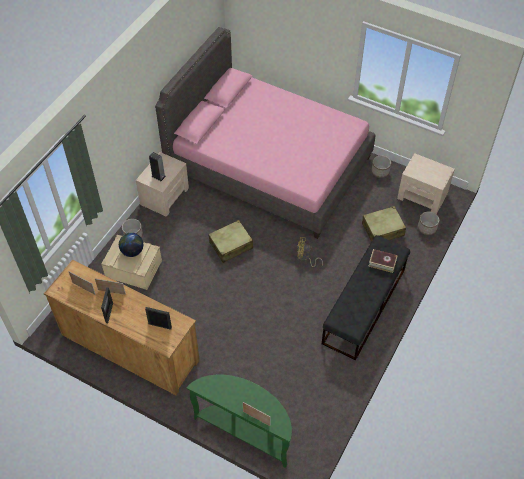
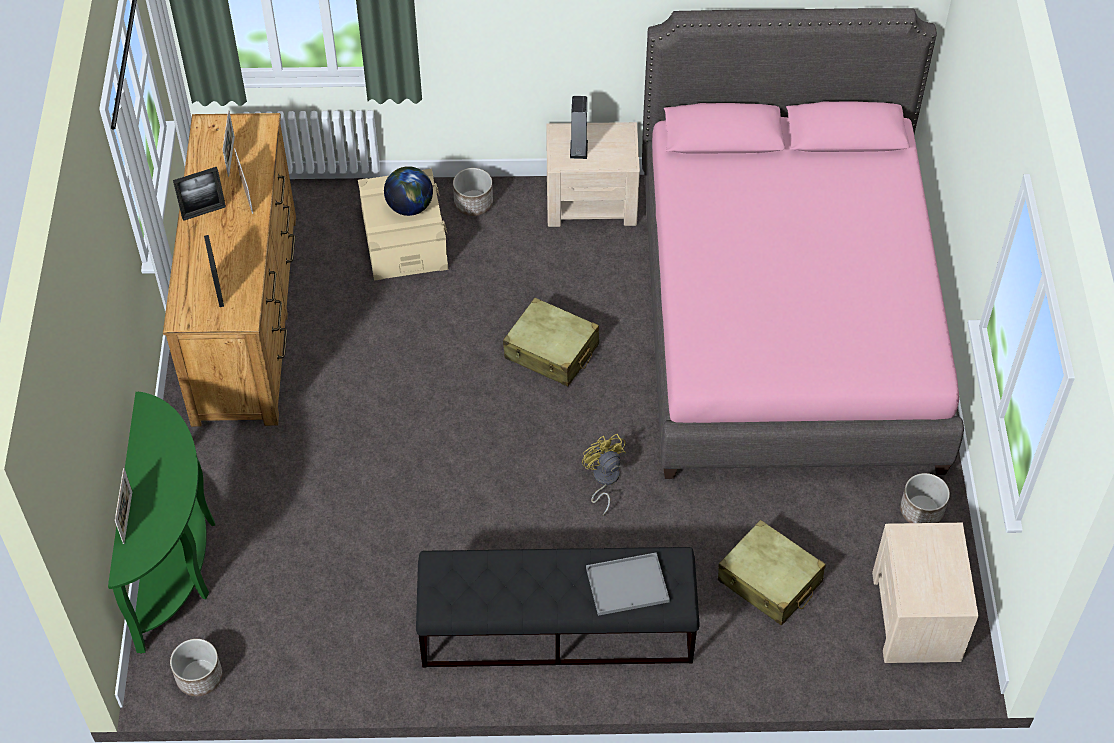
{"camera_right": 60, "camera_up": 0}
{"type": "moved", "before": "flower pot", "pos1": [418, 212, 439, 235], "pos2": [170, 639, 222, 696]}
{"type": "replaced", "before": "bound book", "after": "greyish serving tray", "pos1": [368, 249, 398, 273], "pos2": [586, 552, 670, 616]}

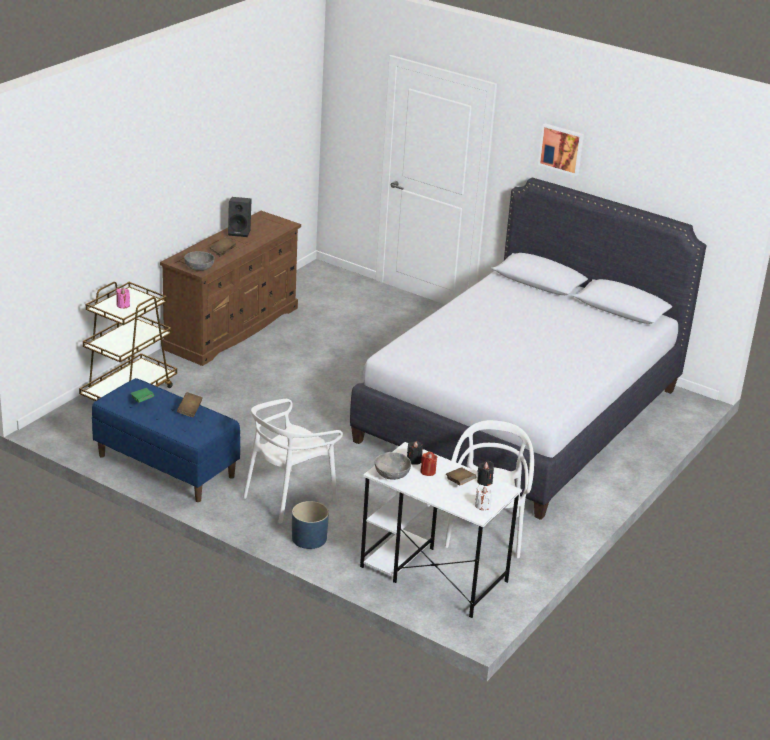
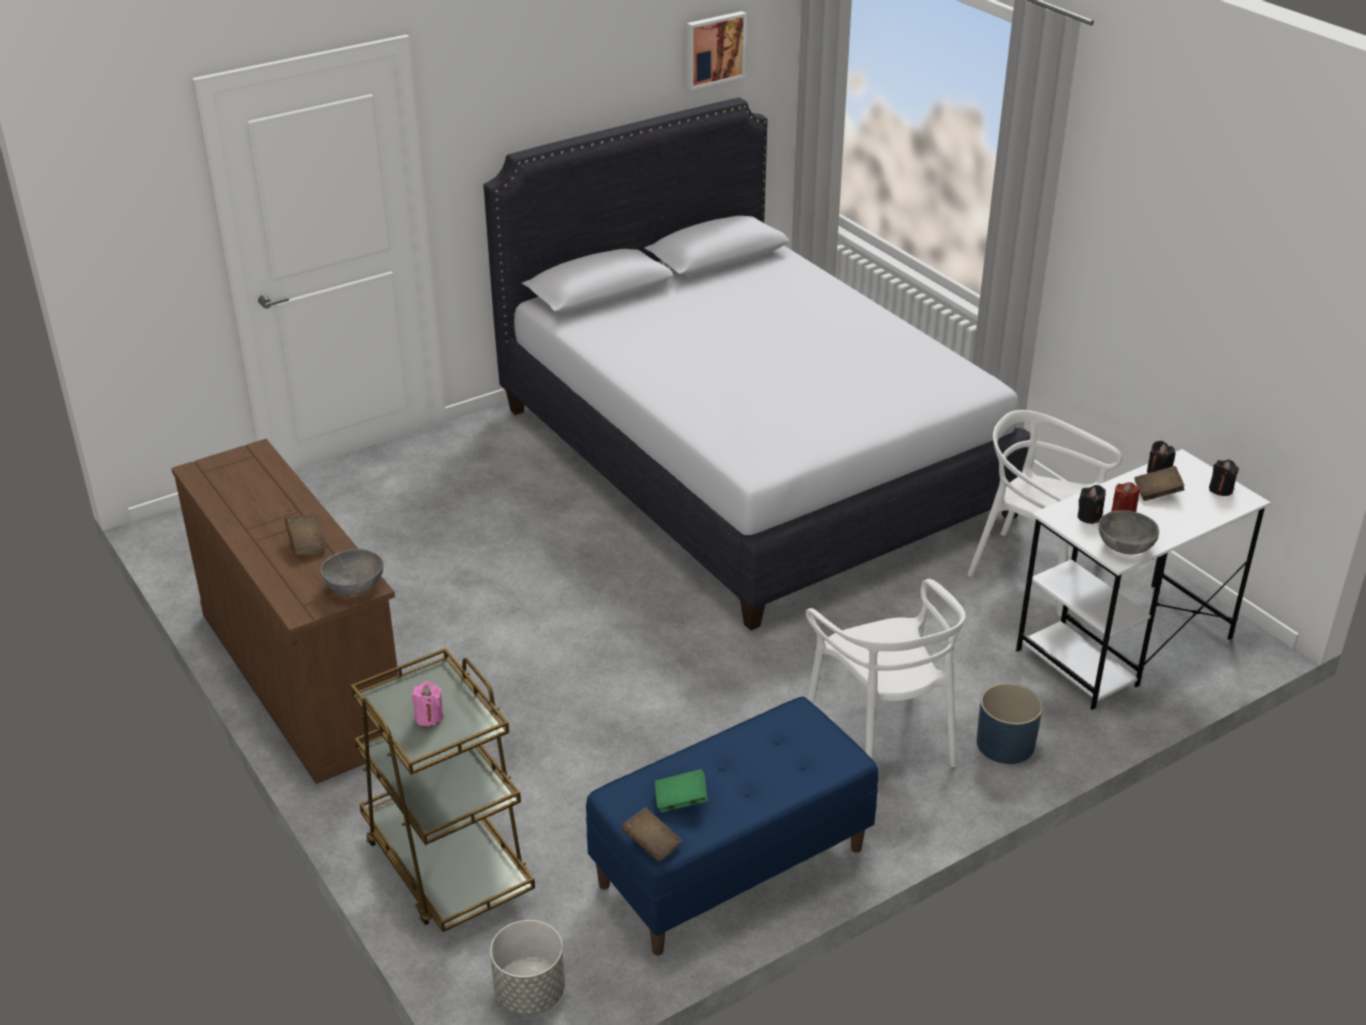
{"camera_right": -65, "camera_up": 5}
{"type": "added", "after": "greyish flower pot", "pos2": [490, 920, 565, 1015]}
{"type": "moved", "before": "brownish bound book", "pos1": [177, 392, 203, 417], "pos2": [621, 807, 682, 862]}
{"type": "moved", "before": "wall art", "pos1": [538, 123, 584, 176], "pos2": [687, 11, 747, 90]}
{"type": "recoloured", "before": "white-coloured wax candle", "after": "blackish wax candle", "pos1": [475, 485, 492, 510], "pos2": [1209, 460, 1239, 496]}
{"type": "removed", "before": "blackish speaker", "pos1": [228, 197, 252, 237]}

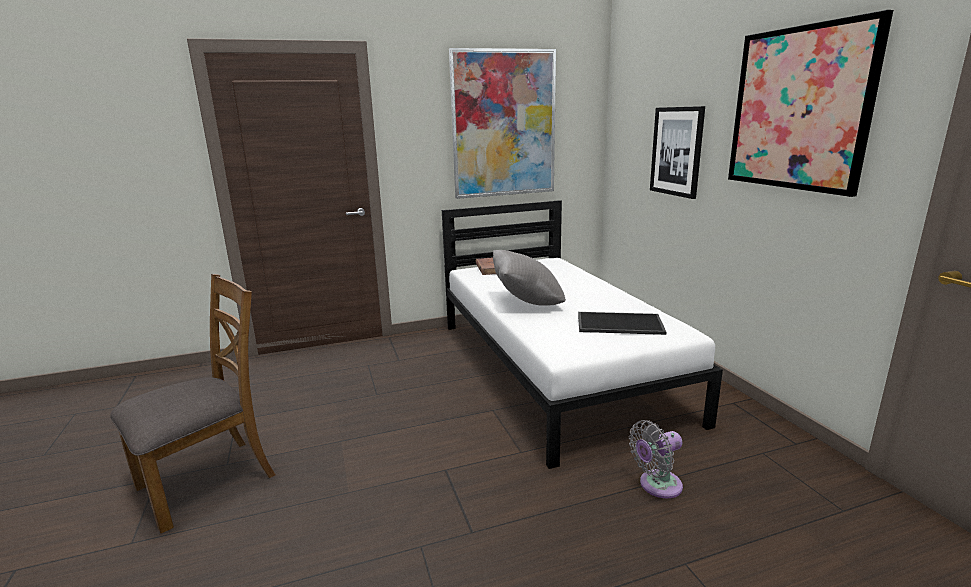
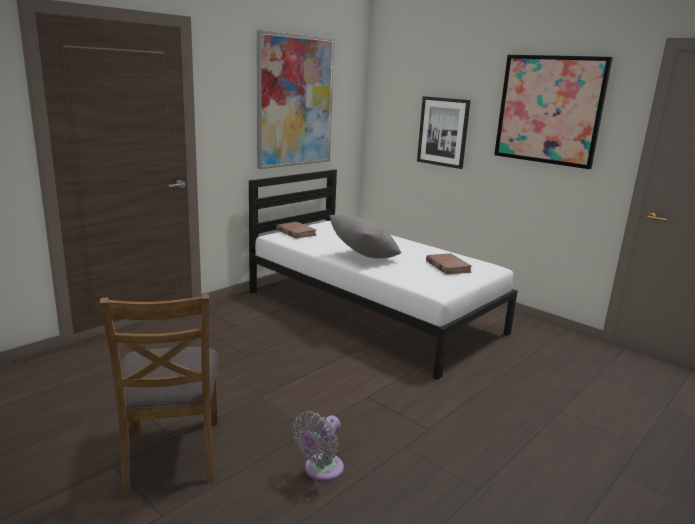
{"camera_right": -30, "camera_up": 0}
{"type": "turned", "before": "brownish chair", "pos1": [110, 274, 276, 534], "pos2": [100, 293, 218, 494], "turn": 150}
{"type": "moved", "before": "greyish fan", "pos1": [629, 420, 683, 498], "pos2": [292, 411, 344, 481]}
{"type": "replaced", "before": "serving tray", "after": "brownish bound book", "pos1": [578, 312, 666, 335], "pos2": [426, 253, 472, 275]}

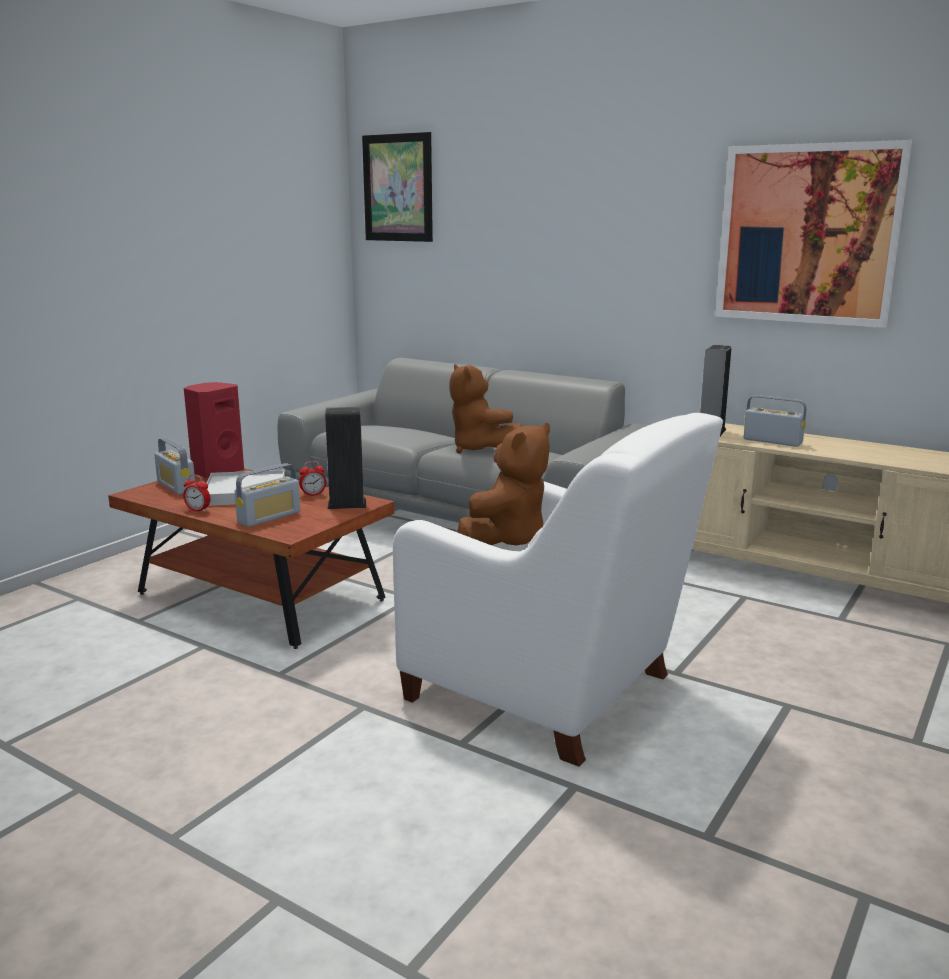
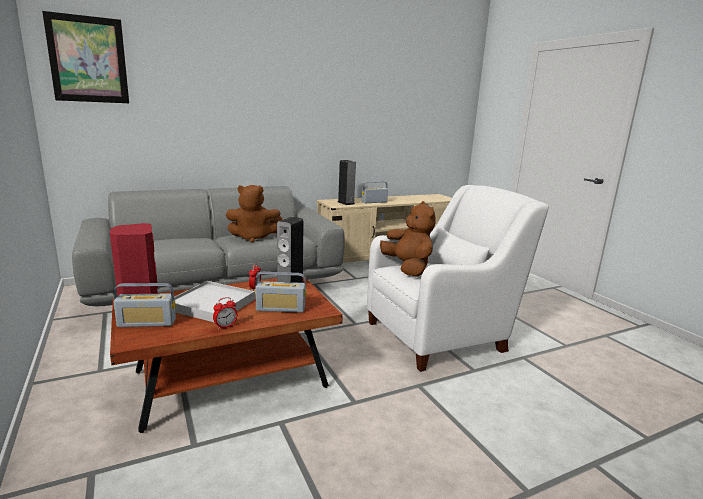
{"camera_right": -60, "camera_up": 0}
{"type": "turned", "before": "radio receiver", "pos1": [235, 463, 300, 527], "pos2": [255, 272, 307, 313], "turn": 105}
{"type": "removed", "before": "wall art", "pos1": [715, 140, 914, 328]}

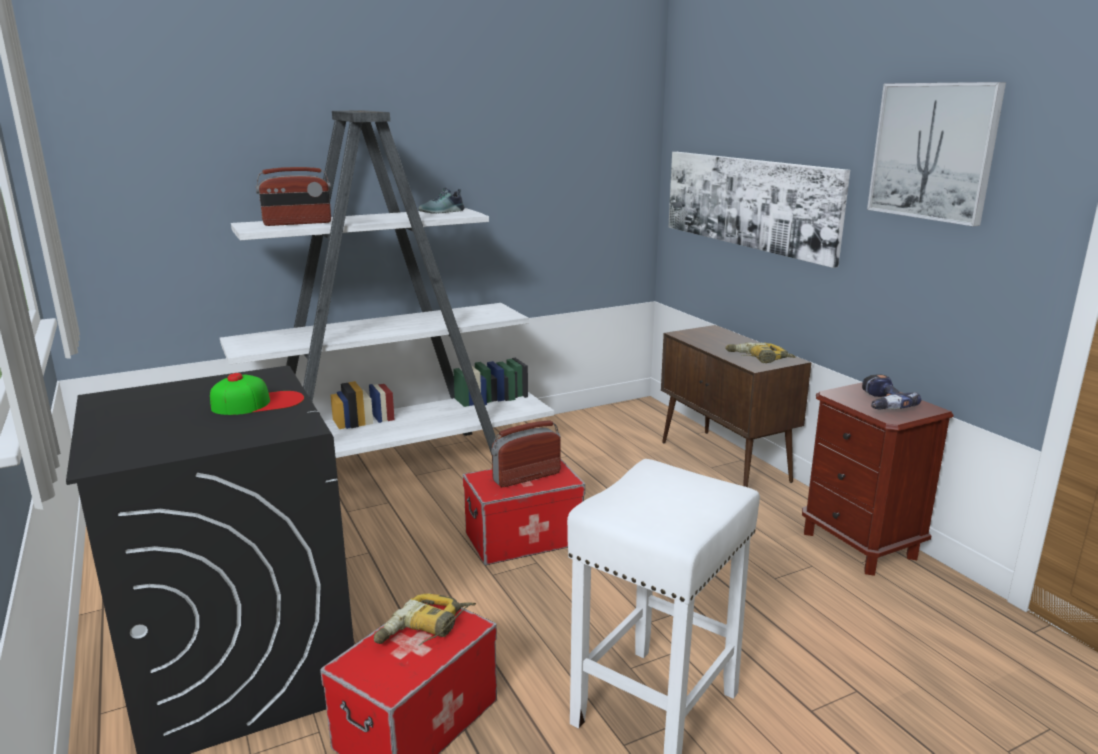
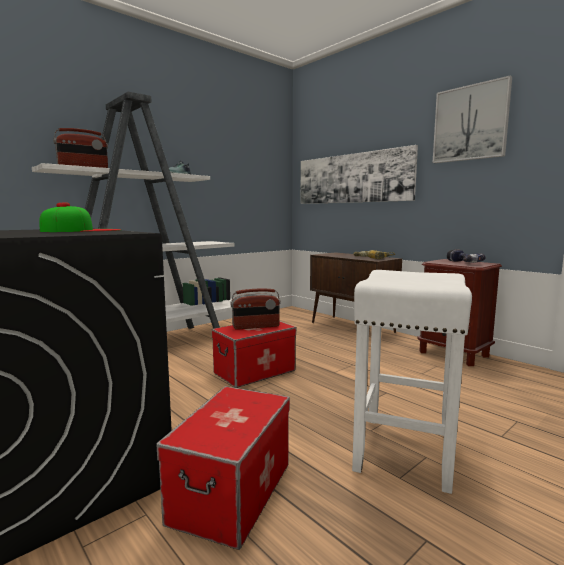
{"camera_right": -15, "camera_up": -10}
{"type": "turned", "before": "radio receiver", "pos1": [491, 420, 561, 487], "pos2": [230, 288, 281, 330], "turn": -150}
{"type": "removed", "before": "power drill", "pos1": [374, 593, 476, 646]}

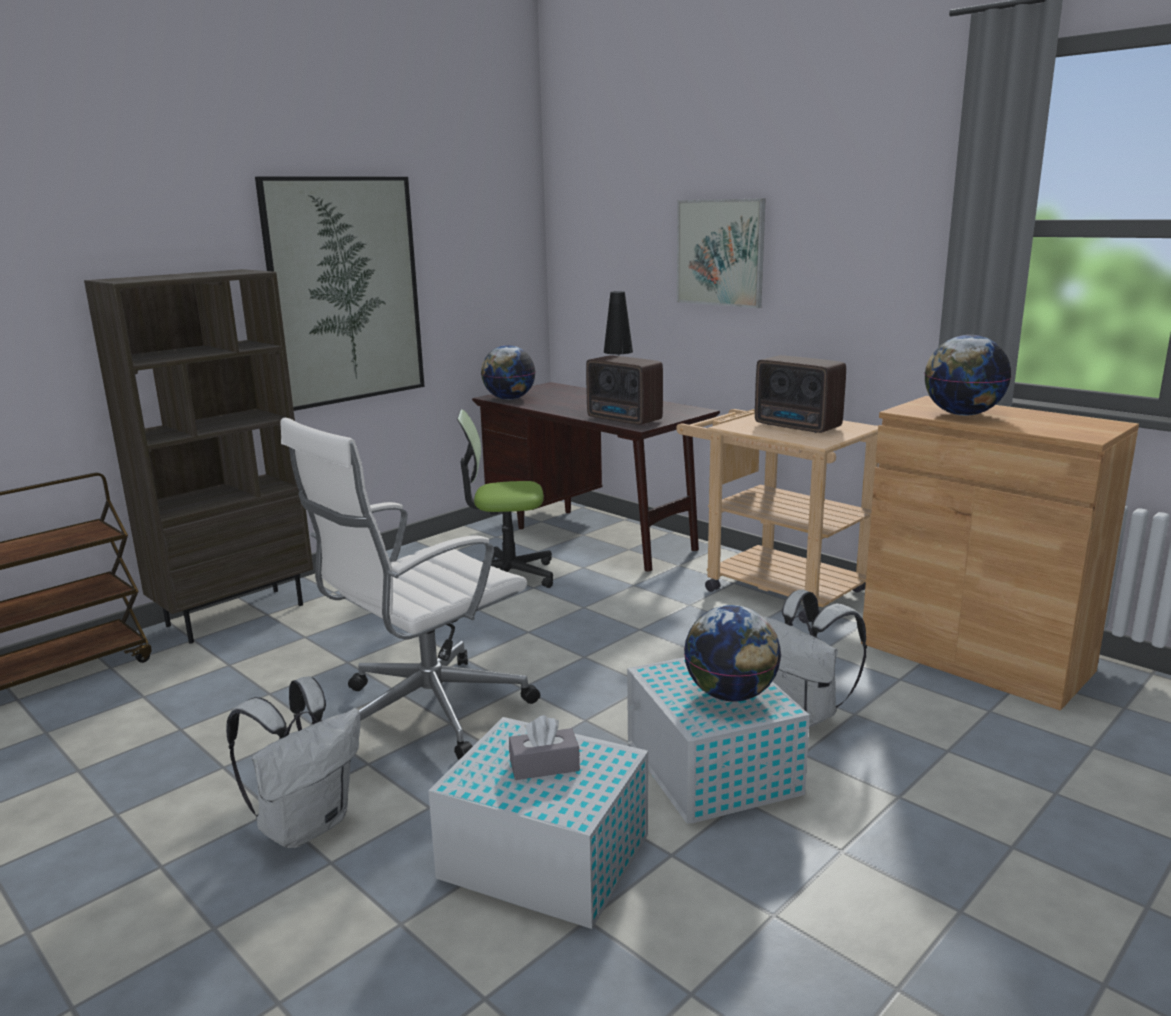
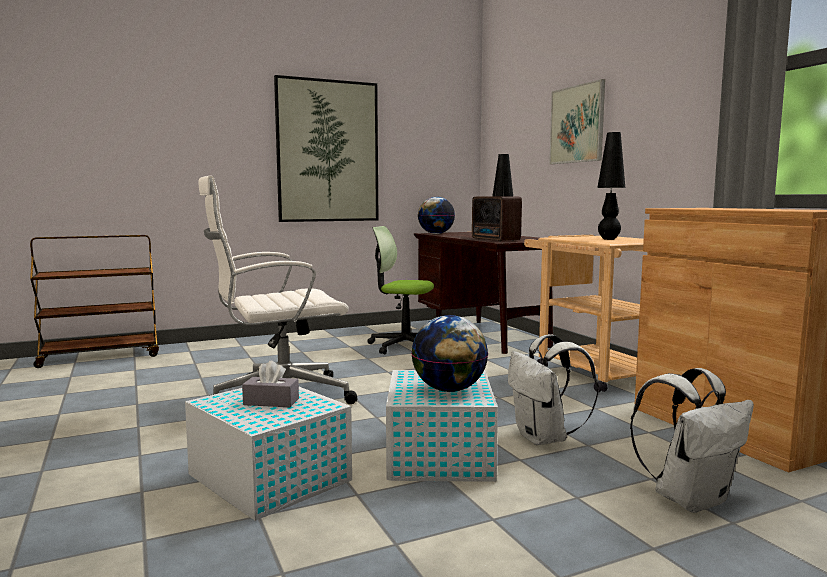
{"camera_right": 20, "camera_up": -10}
{"type": "replaced", "before": "radio receiver", "after": "blackish table lamp", "pos1": [755, 355, 846, 433], "pos2": [597, 132, 625, 240]}
{"type": "moved", "before": "white-coloured rucksack", "pos1": [226, 676, 360, 848], "pos2": [630, 368, 754, 513]}
{"type": "removed", "before": "brownish bookcase", "pos1": [84, 269, 313, 644]}
{"type": "removed", "before": "globe", "pos1": [924, 335, 1011, 416]}

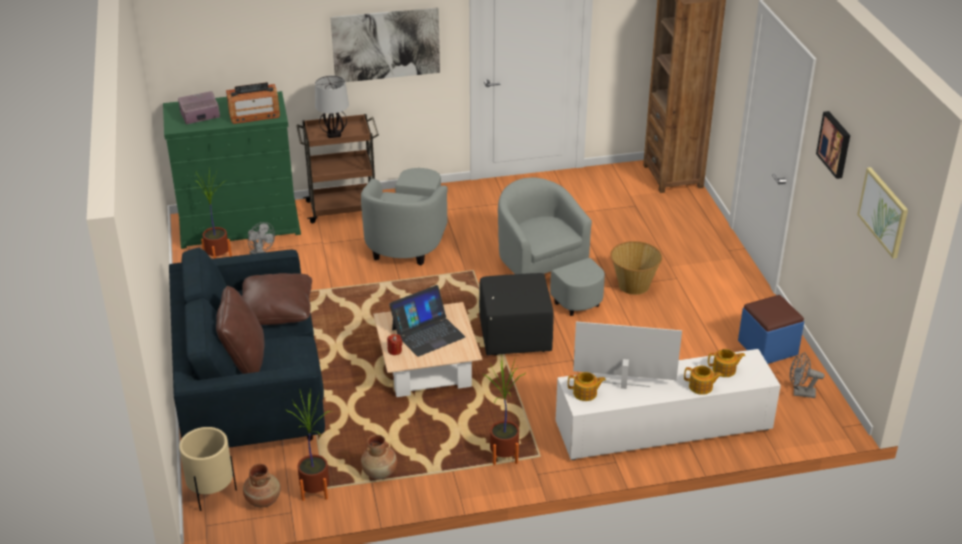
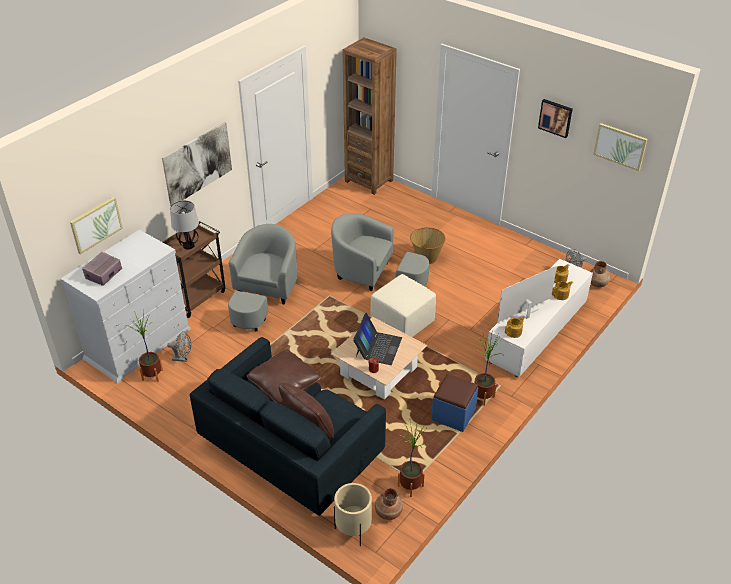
{"camera_right": -40, "camera_up": 5}
{"type": "recoloured", "before": "green dresser", "after": "white-coloured dresser", "pos1": [163, 91, 301, 249], "pos2": [60, 230, 191, 384]}
{"type": "added", "after": "wall art", "pos2": [70, 197, 123, 254]}
{"type": "turned", "before": "greyish easy chair", "pos1": [361, 168, 448, 265], "pos2": [228, 224, 297, 331], "turn": -135}
{"type": "recoloured", "before": "blackish pouffe", "after": "beige-coloured pouffe", "pos1": [479, 273, 554, 355], "pos2": [370, 274, 436, 337]}
{"type": "moved", "before": "blue pouffe", "pos1": [738, 295, 804, 364], "pos2": [431, 374, 478, 432]}
{"type": "moved", "before": "brownish flower vase", "pos1": [361, 435, 397, 479], "pos2": [590, 261, 610, 287]}
{"type": "removed", "before": "radio receiver", "pos1": [226, 82, 280, 124]}

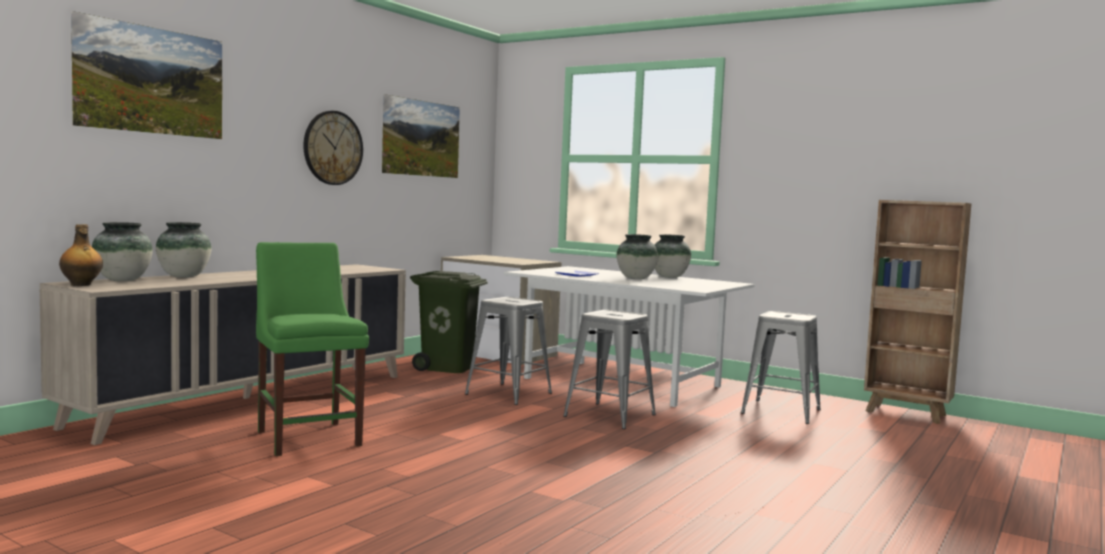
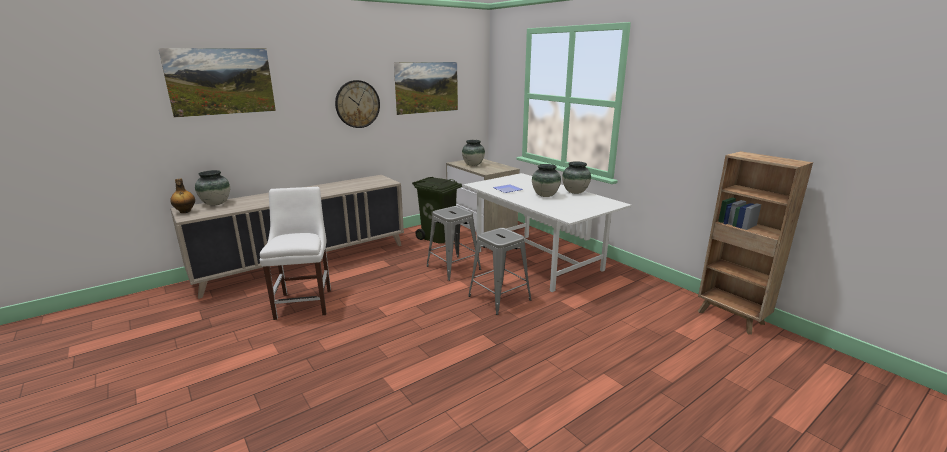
{"camera_right": 20, "camera_up": 15}
{"type": "recoloured", "before": "green chair", "after": "white-coloured chair", "pos1": [256, 242, 369, 456], "pos2": [260, 187, 331, 320]}
{"type": "moved", "before": "flower vase", "pos1": [156, 222, 211, 278], "pos2": [462, 140, 485, 166]}
{"type": "removed", "before": "greyish stool seat", "pos1": [741, 311, 821, 424]}

